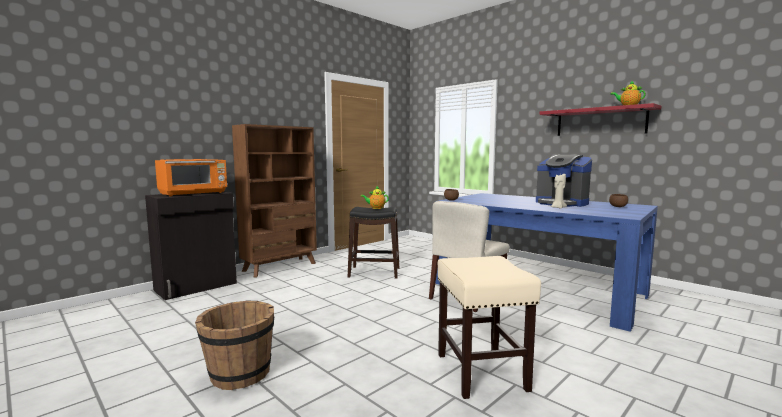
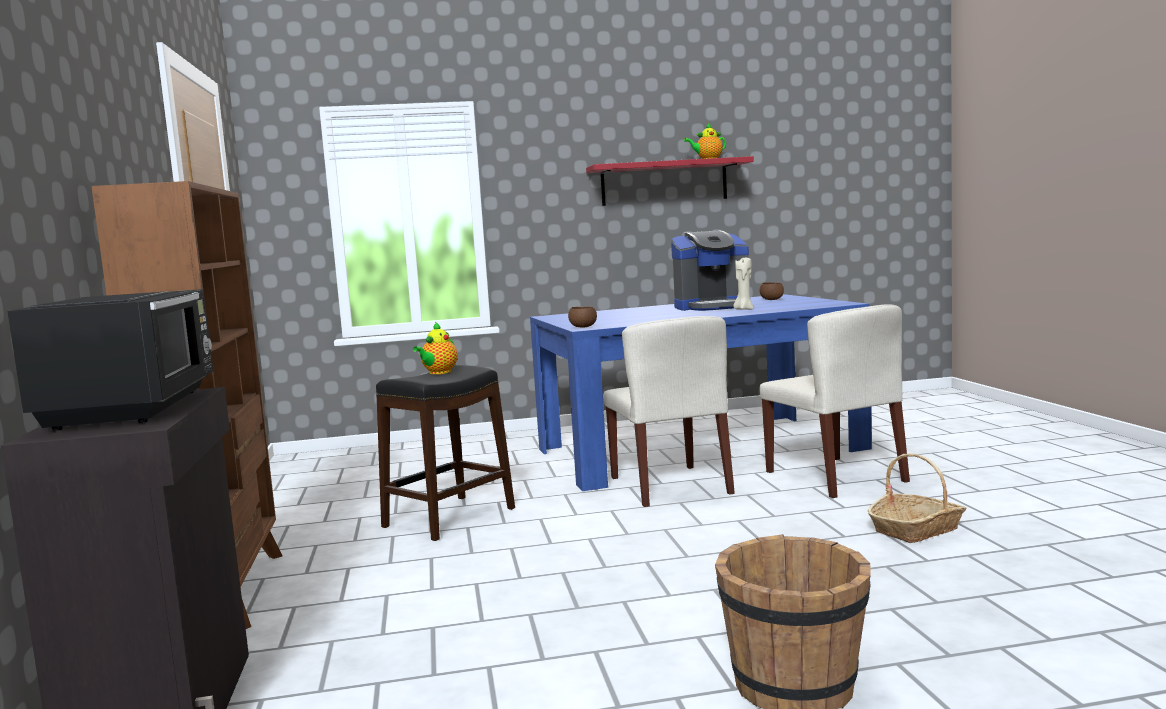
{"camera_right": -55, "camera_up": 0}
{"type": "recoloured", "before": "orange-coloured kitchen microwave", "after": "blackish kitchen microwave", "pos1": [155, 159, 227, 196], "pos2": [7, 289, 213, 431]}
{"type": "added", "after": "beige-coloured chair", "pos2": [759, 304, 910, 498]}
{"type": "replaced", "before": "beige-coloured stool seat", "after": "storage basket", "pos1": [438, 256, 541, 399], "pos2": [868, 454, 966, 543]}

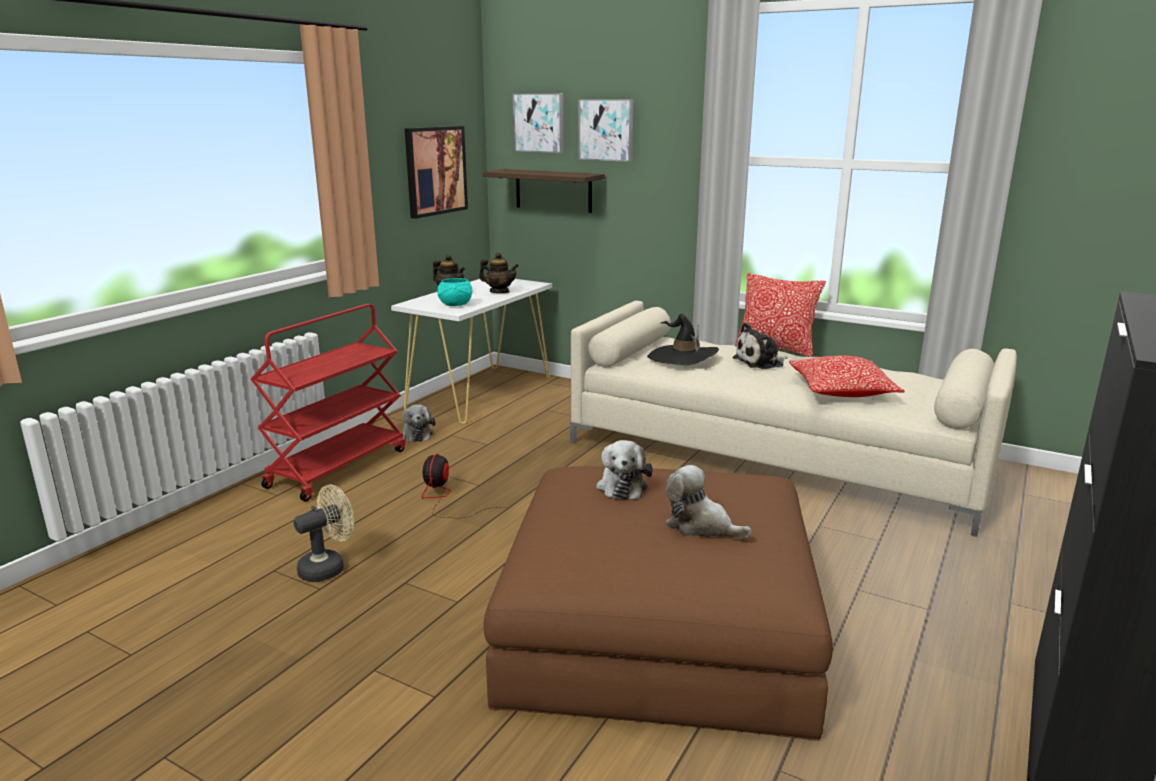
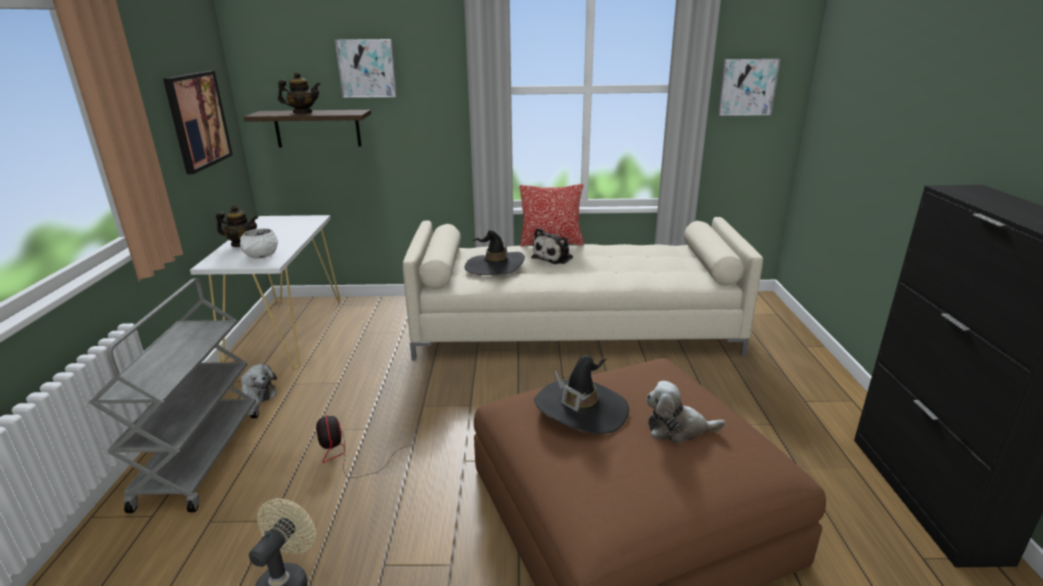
{"camera_right": -30, "camera_up": 5}
{"type": "recoloured", "before": "red-coloured trolley", "after": "greyish trolley", "pos1": [251, 304, 406, 502], "pos2": [88, 278, 259, 513]}
{"type": "recoloured", "before": "turquoise deep dish", "after": "white-coloured deep dish", "pos1": [437, 278, 472, 306], "pos2": [240, 228, 278, 259]}
{"type": "moved", "before": "teapot", "pos1": [479, 252, 519, 293], "pos2": [278, 72, 321, 113]}
{"type": "replaced", "before": "soft toy", "after": "blackish hat", "pos1": [596, 440, 653, 499], "pos2": [534, 355, 629, 434]}
{"type": "moved", "before": "wall art", "pos1": [513, 93, 564, 153], "pos2": [717, 59, 780, 116]}
{"type": "removed", "before": "throw pillow", "pos1": [789, 355, 905, 397]}

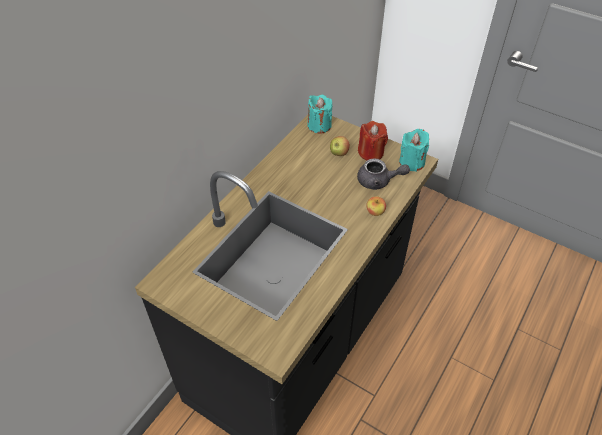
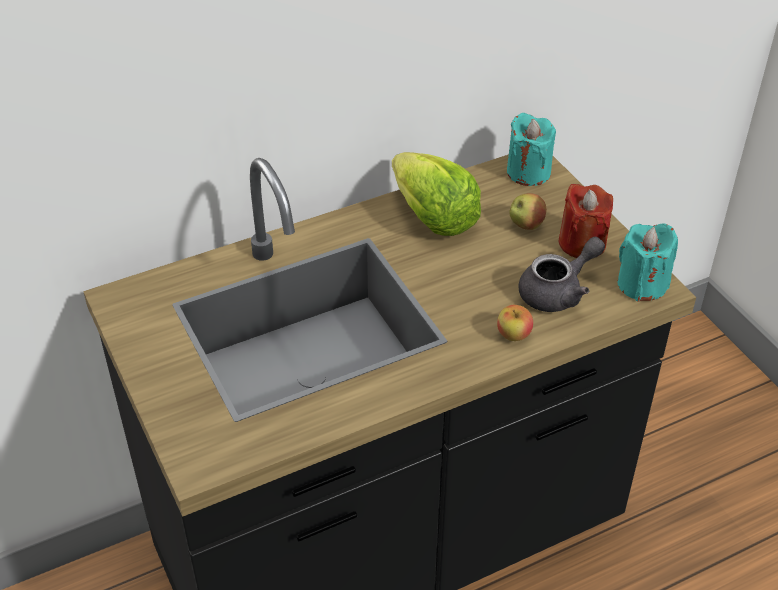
{"camera_right": 30, "camera_up": -5}
{"type": "added", "after": "head of lettuce", "pos2": [392, 152, 481, 236]}
{"type": "turned", "before": "greyish teapot", "pos1": [357, 159, 410, 190], "pos2": [519, 237, 605, 312], "turn": -75}

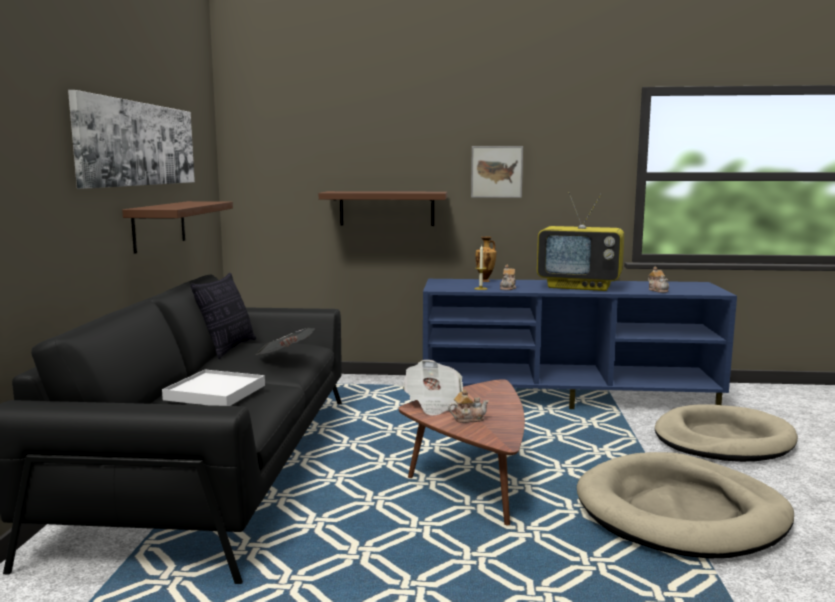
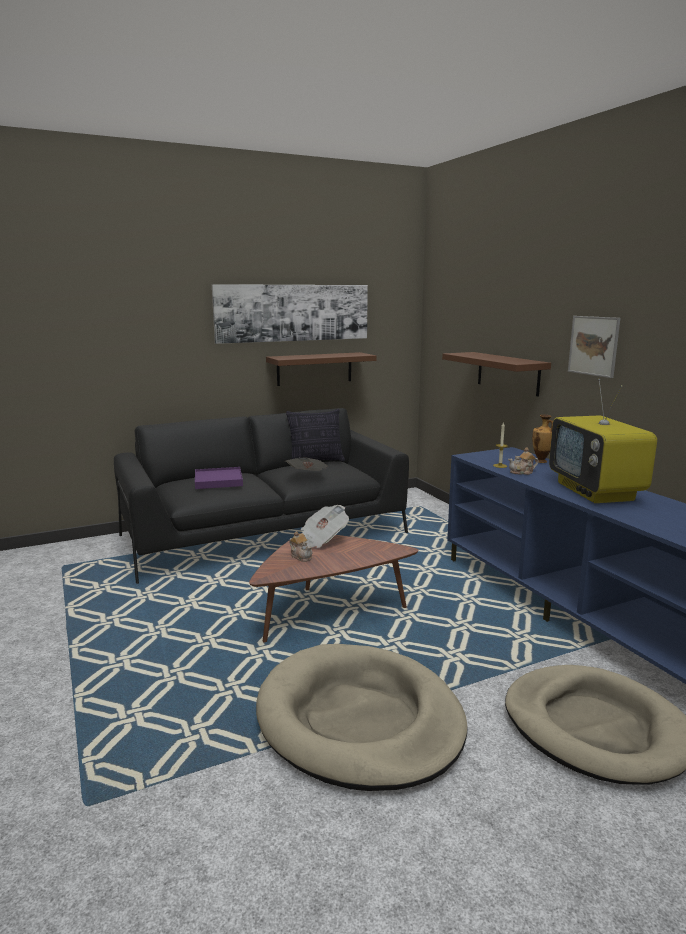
{"camera_right": 60, "camera_up": 5}
{"type": "recoloured", "before": "white-coloured serving tray", "after": "purple serving tray", "pos1": [162, 369, 265, 406], "pos2": [195, 467, 243, 489]}
{"type": "removed", "before": "teapot", "pos1": [648, 266, 669, 293]}

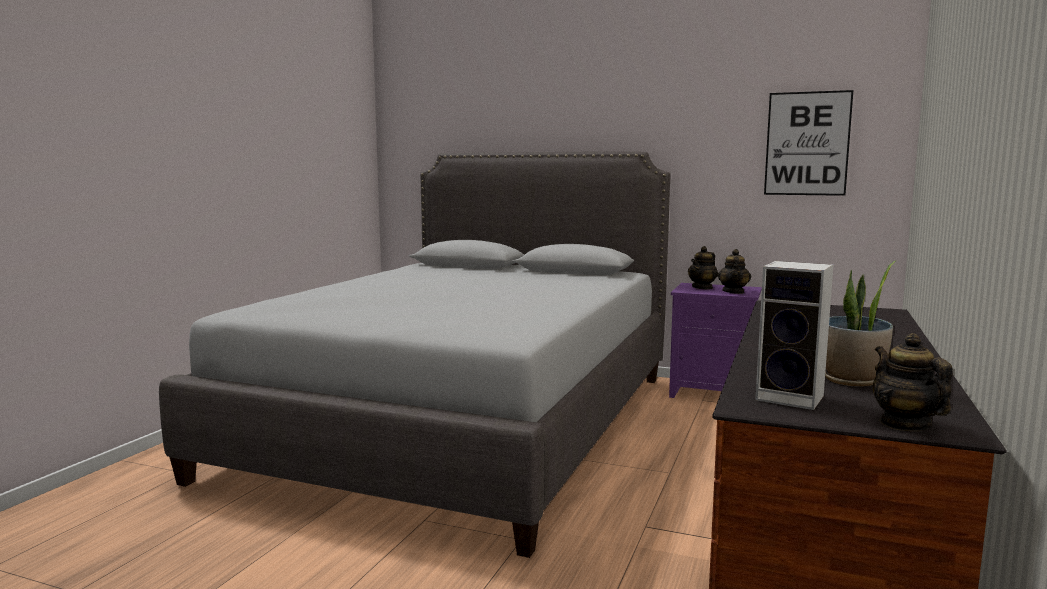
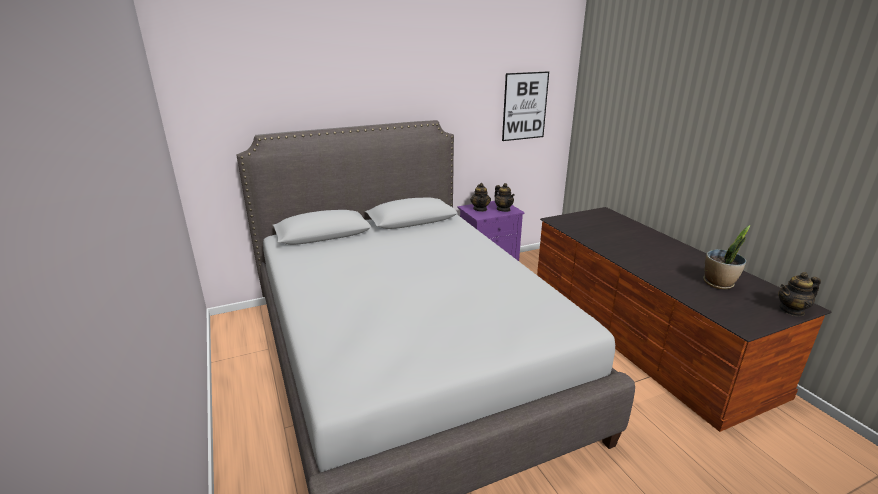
{"camera_right": -45, "camera_up": 15}
{"type": "turned", "before": "teapot", "pos1": [873, 333, 953, 431], "pos2": [778, 272, 821, 316], "turn": -45}
{"type": "removed", "before": "speaker", "pos1": [755, 261, 833, 410]}

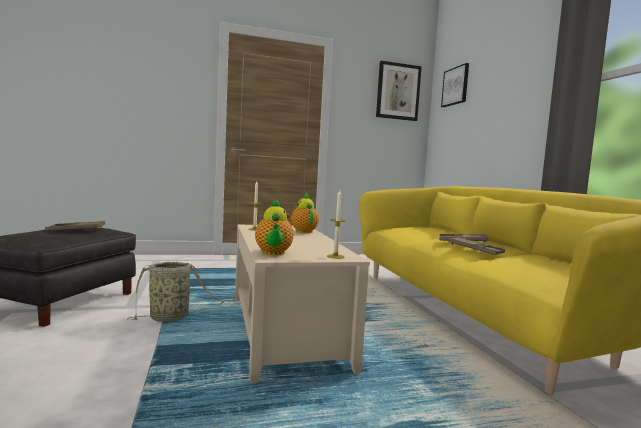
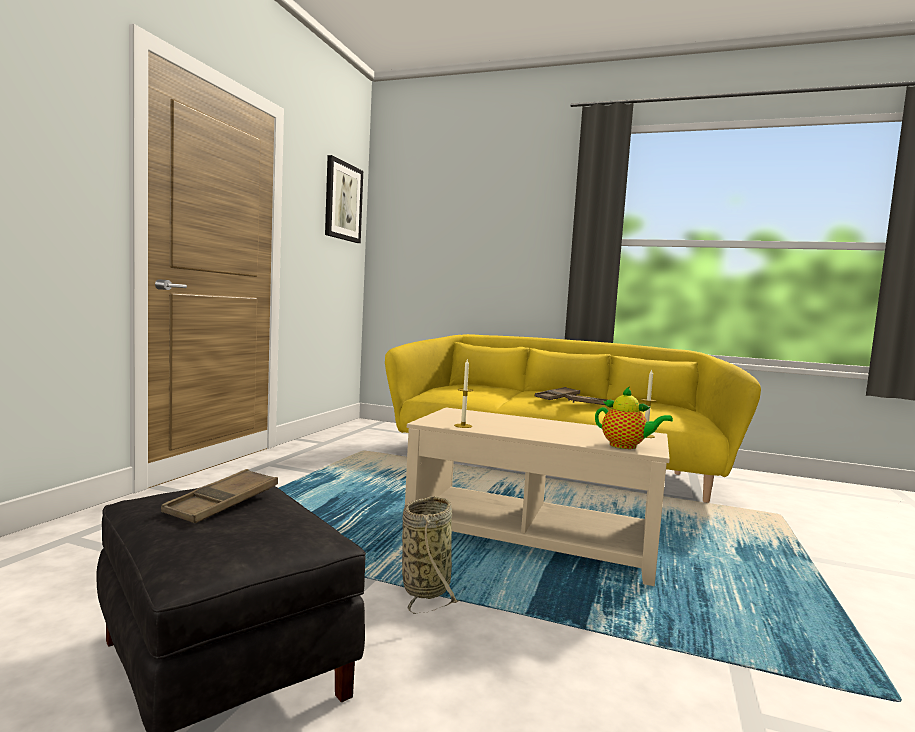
{"camera_right": -55, "camera_up": 0}
{"type": "removed", "before": "teapot", "pos1": [291, 193, 319, 233]}
{"type": "removed", "before": "wall art", "pos1": [441, 63, 469, 107]}

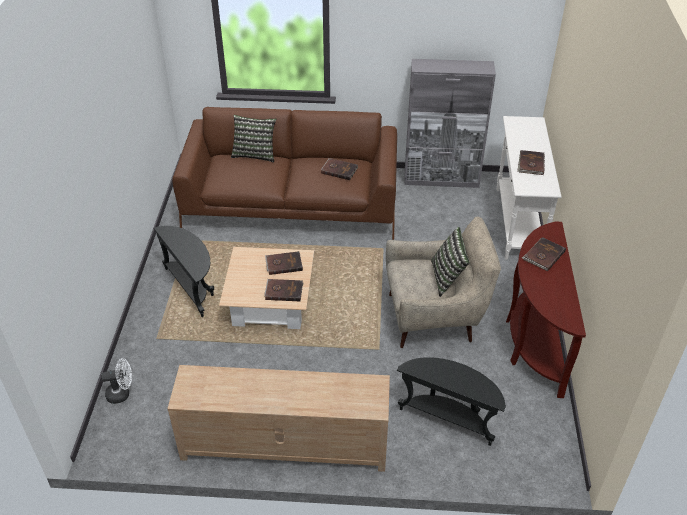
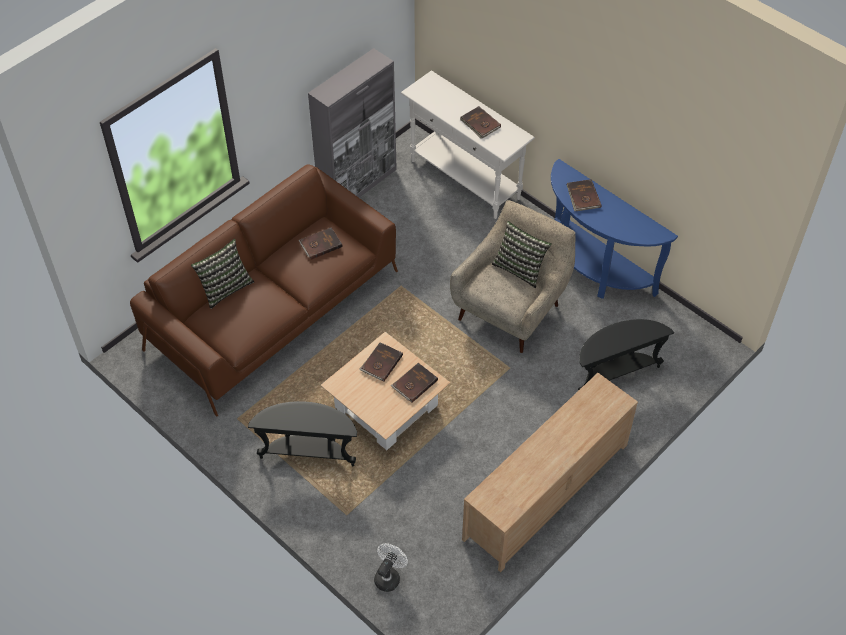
{"camera_right": -50, "camera_up": 10}
{"type": "recoloured", "before": "brownish narrow table", "after": "blue narrow table", "pos1": [506, 222, 586, 398], "pos2": [551, 159, 678, 299]}

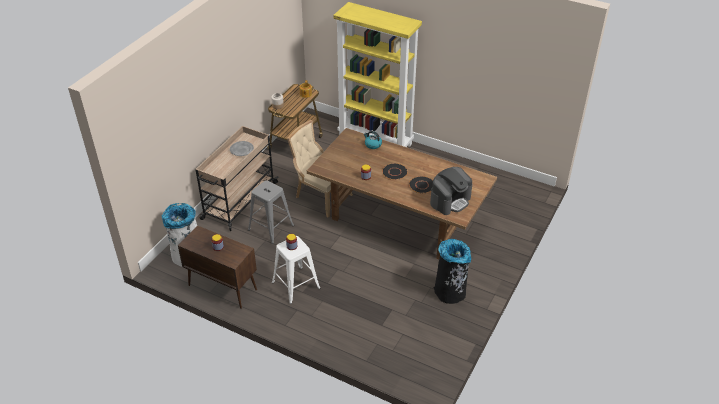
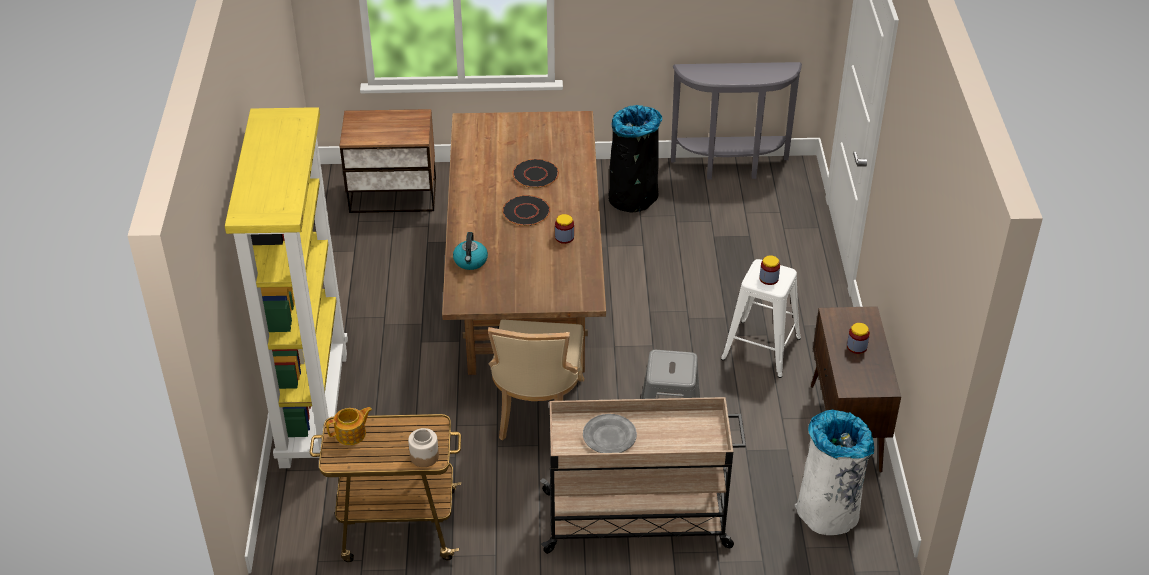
{"camera_right": -120, "camera_up": 0}
{"type": "added", "after": "night table", "pos2": [339, 109, 436, 213]}
{"type": "added", "after": "greyish narrow table", "pos2": [671, 62, 802, 180]}
{"type": "removed", "before": "coffee machine", "pos1": [430, 167, 472, 215]}

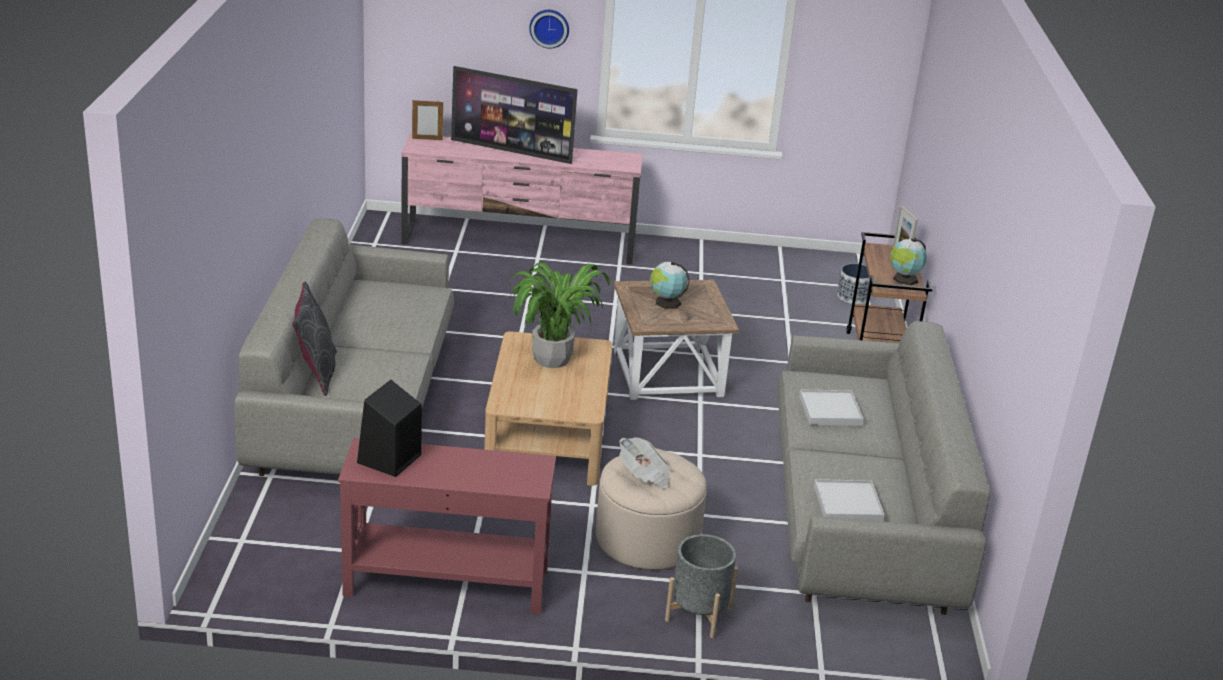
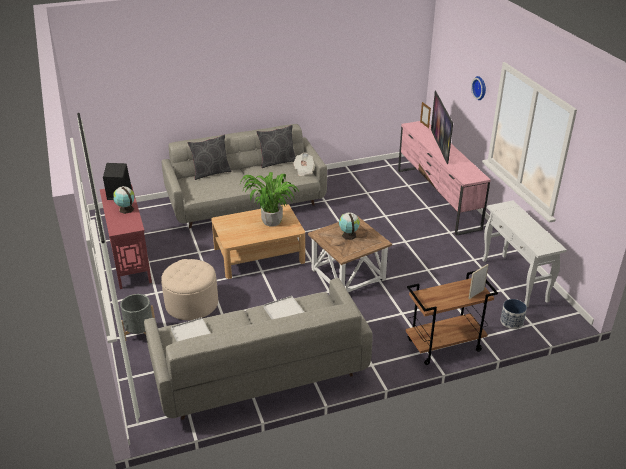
{"camera_right": 70, "camera_up": 5}
{"type": "moved", "before": "globe", "pos1": [890, 239, 927, 285], "pos2": [113, 186, 134, 214]}
{"type": "added", "after": "greyish throw pillow", "pos2": [256, 125, 296, 168]}
{"type": "moved", "before": "newspaper", "pos1": [619, 437, 671, 489], "pos2": [293, 153, 315, 176]}
{"type": "added", "after": "white-coloured narrow table", "pos2": [482, 201, 567, 307]}

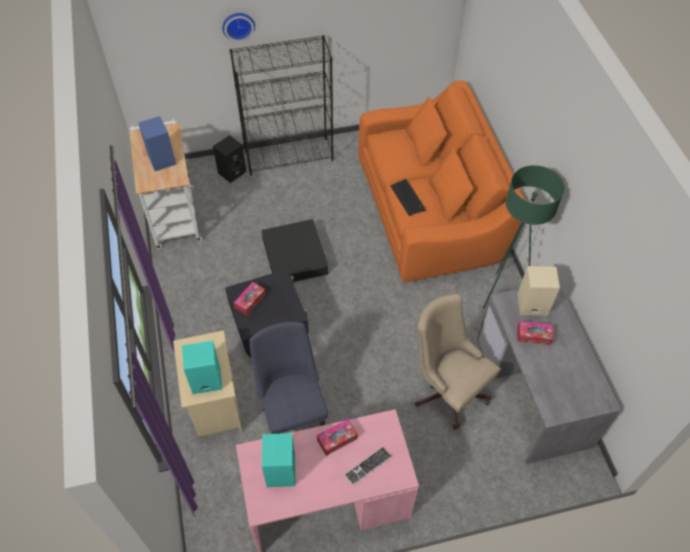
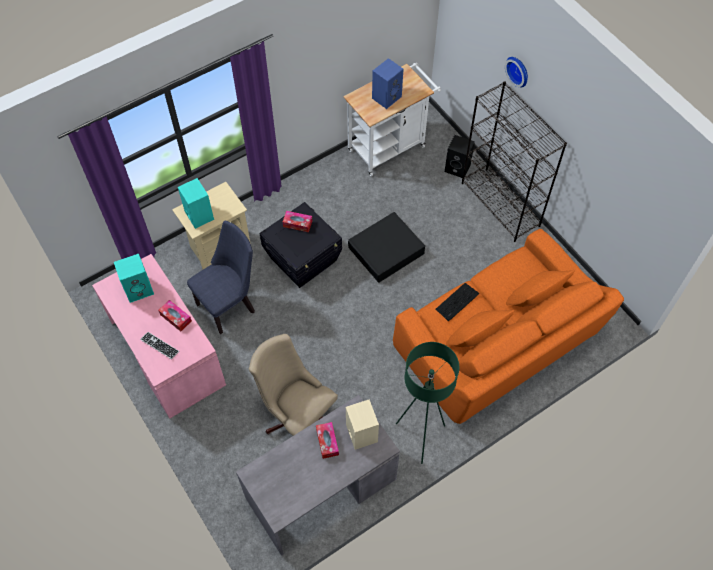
{"camera_right": 70, "camera_up": 5}
{"type": "turned", "before": "beige-coloured office chair", "pos1": [415, 294, 501, 430], "pos2": [249, 334, 338, 436], "turn": -75}

